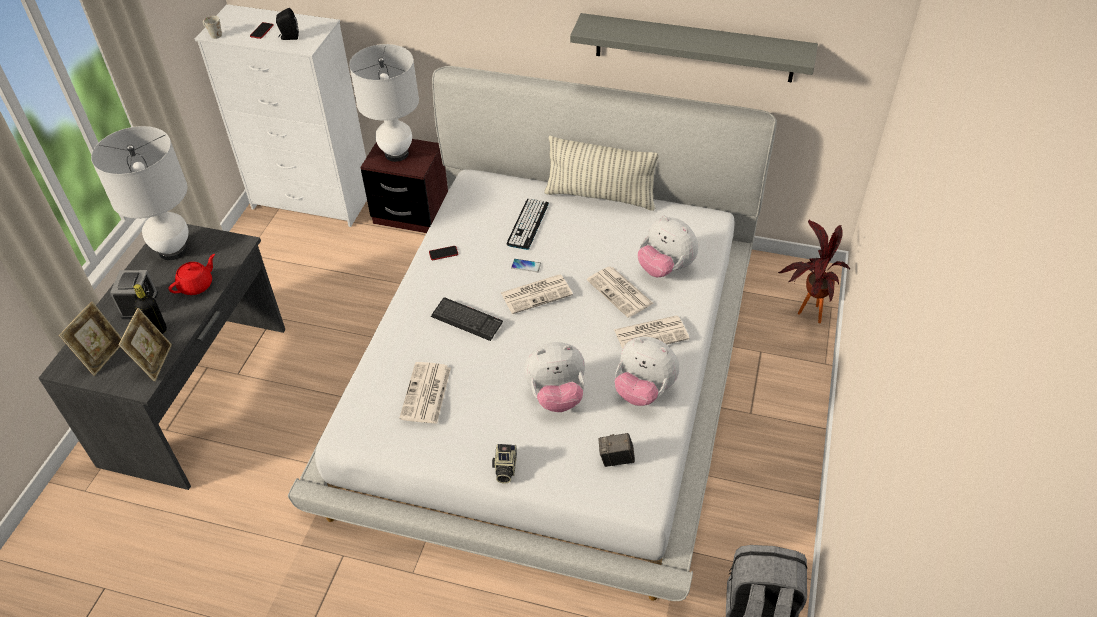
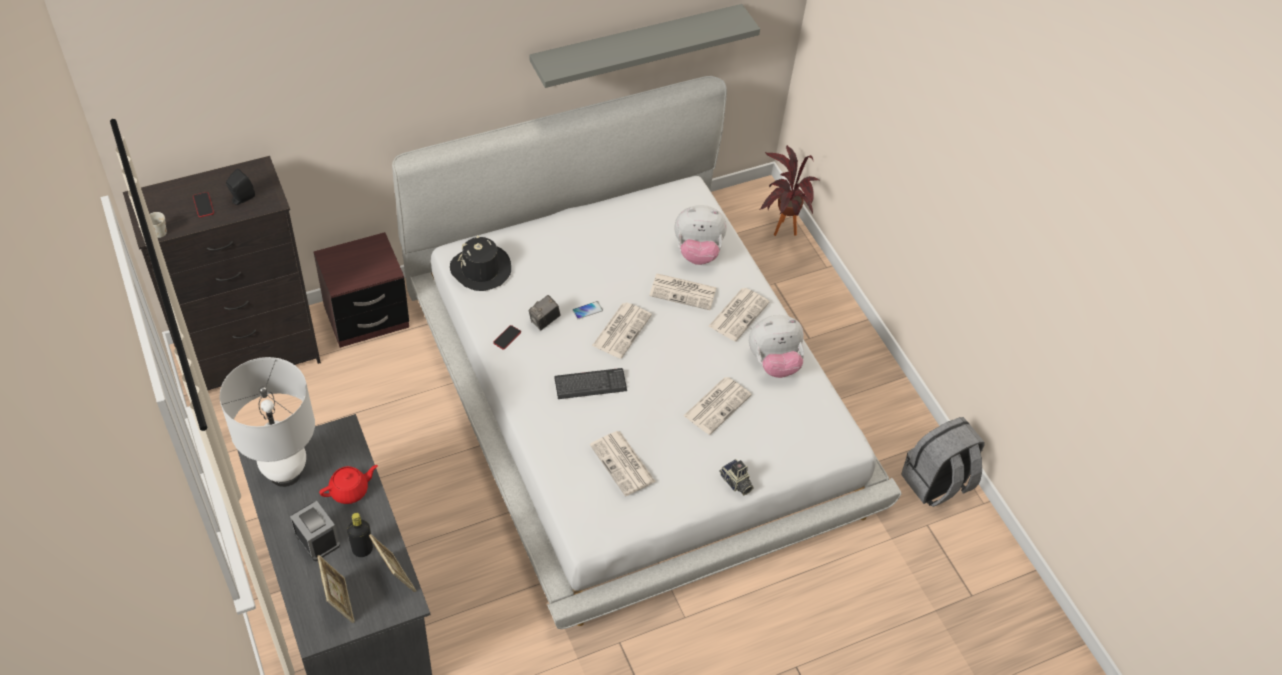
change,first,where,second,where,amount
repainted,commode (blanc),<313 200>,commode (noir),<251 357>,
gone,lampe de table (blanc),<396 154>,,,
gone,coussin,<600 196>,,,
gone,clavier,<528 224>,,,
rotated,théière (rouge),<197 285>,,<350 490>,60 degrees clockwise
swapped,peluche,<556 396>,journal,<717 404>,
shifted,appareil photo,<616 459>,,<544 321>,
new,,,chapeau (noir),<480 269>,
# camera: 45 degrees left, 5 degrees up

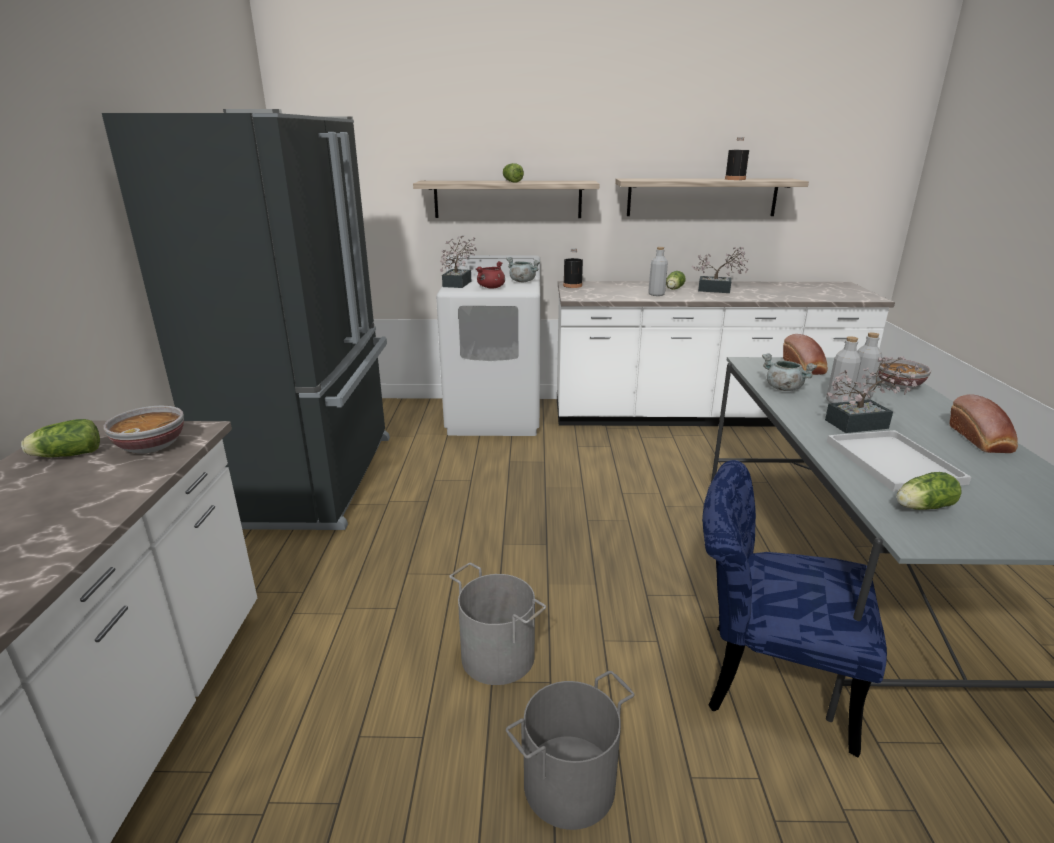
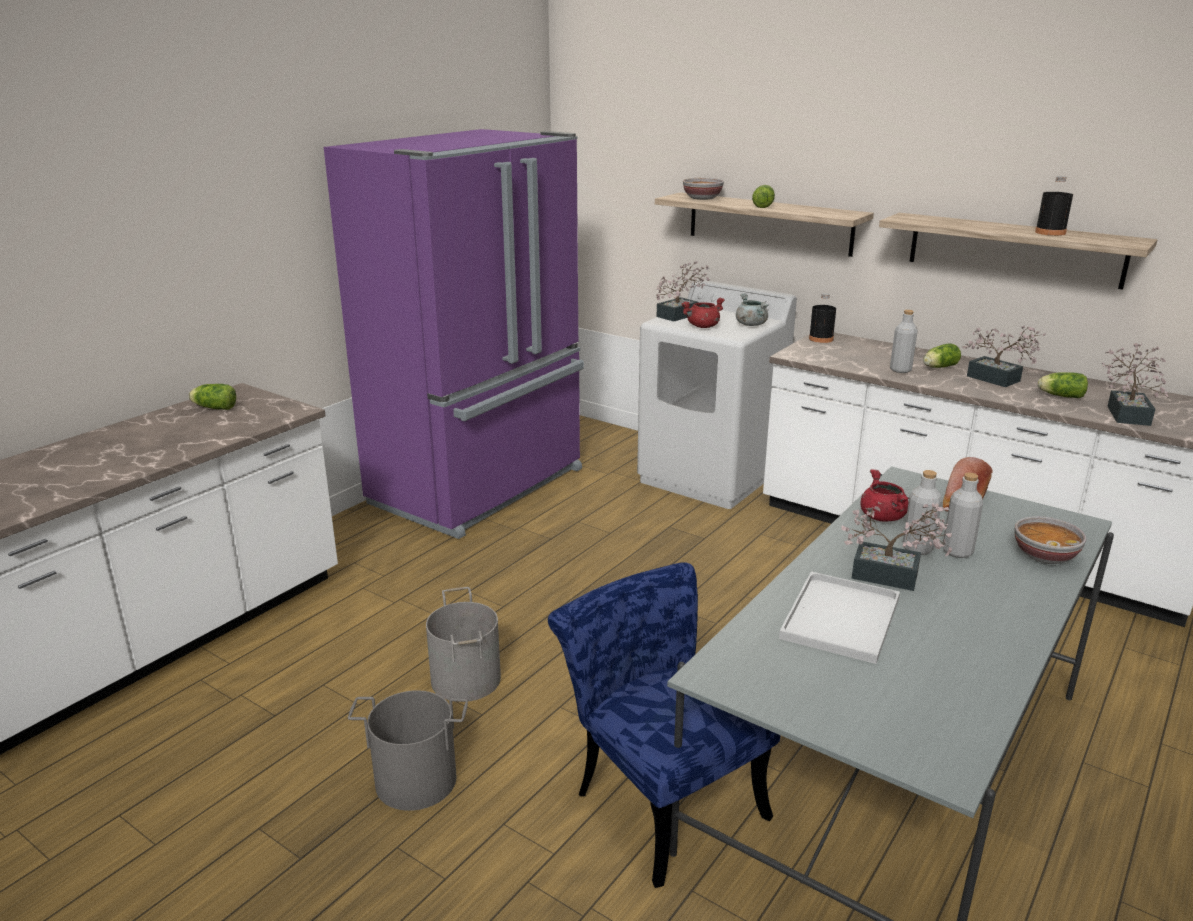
change,first,where,second,where,amount
repainted,réfrigérateur (noir),<314 478>,réfrigérateur (violet),<481 487>,
repainted,marmite (gris),<783 388>,marmite (rouge),<882 517>,
gone,pain,<981 440>,,,
shifted,bol,<151 445>,,<702 198>,
shifted,laitue,<921 507>,,<1059 395>,
new,,,plante en pot,<1128 413>,
# camera: 35 degrees right, 0 degrees up

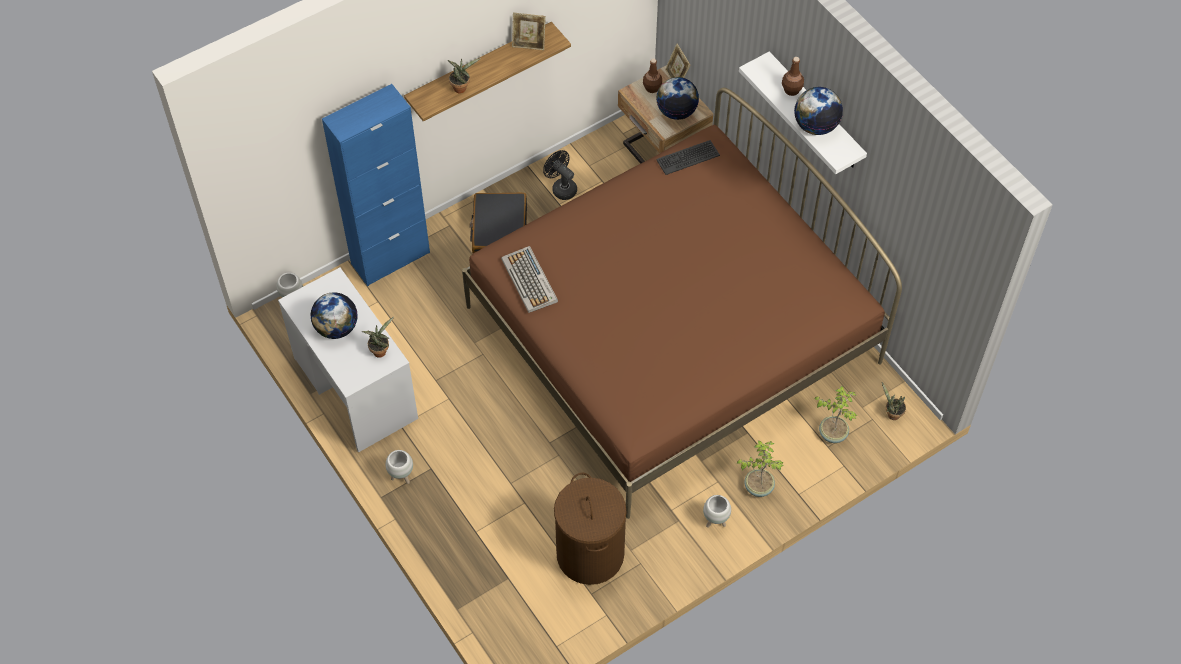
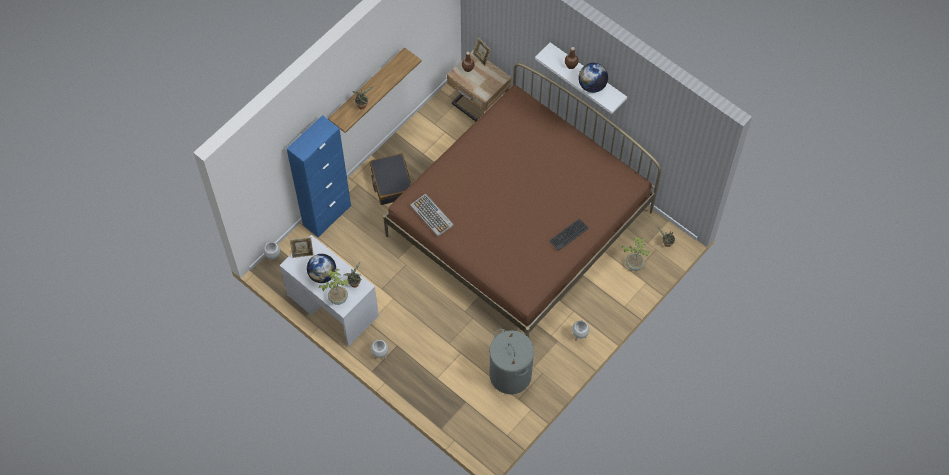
change,first,where,second,where,amount
shifted,cadre photo,<529 44>,,<302 253>,
gone,globe,<676 111>,,,
shifted,clavier,<687 157>,,<568 234>,
gone,ventilateur (noir),<561 188>,,,
shifted,plante en pot,<758 486>,,<338 297>,
repainted,panier à linge (marron),<589 554>,panier à linge (gris),<510 375>,
# camera: 15 degrees left, 5 degrees up

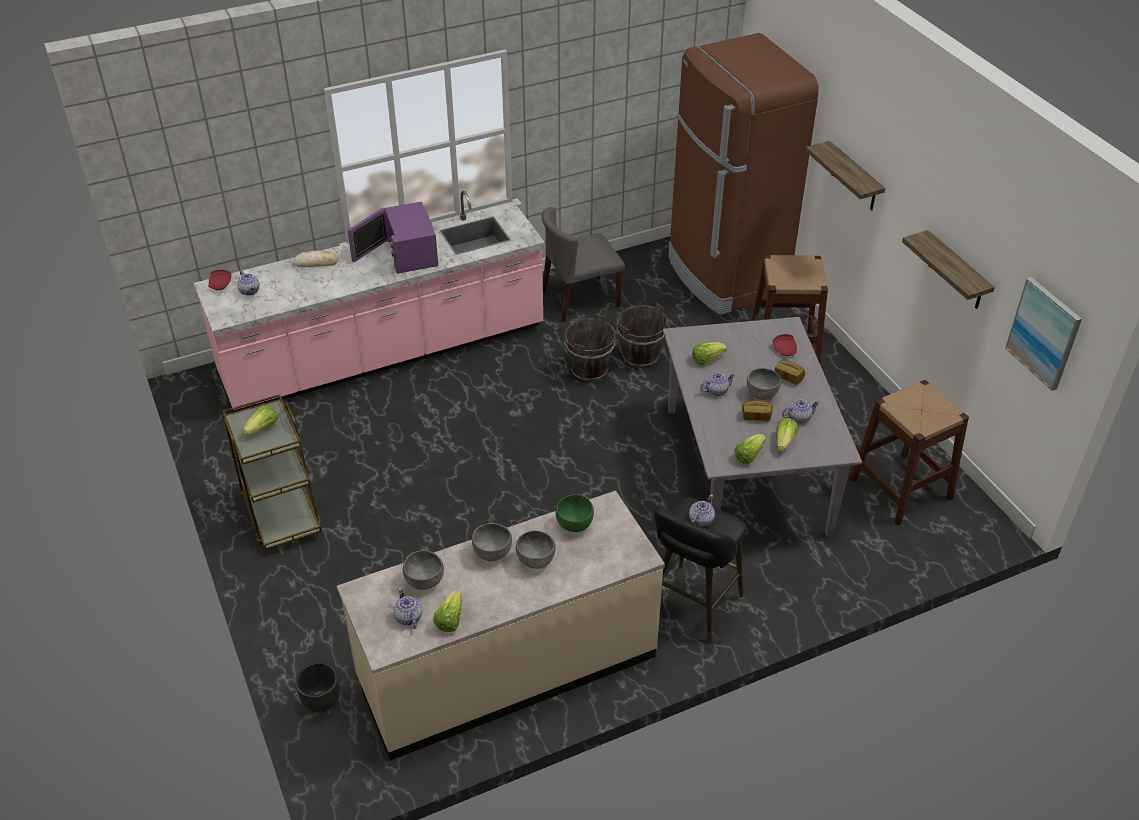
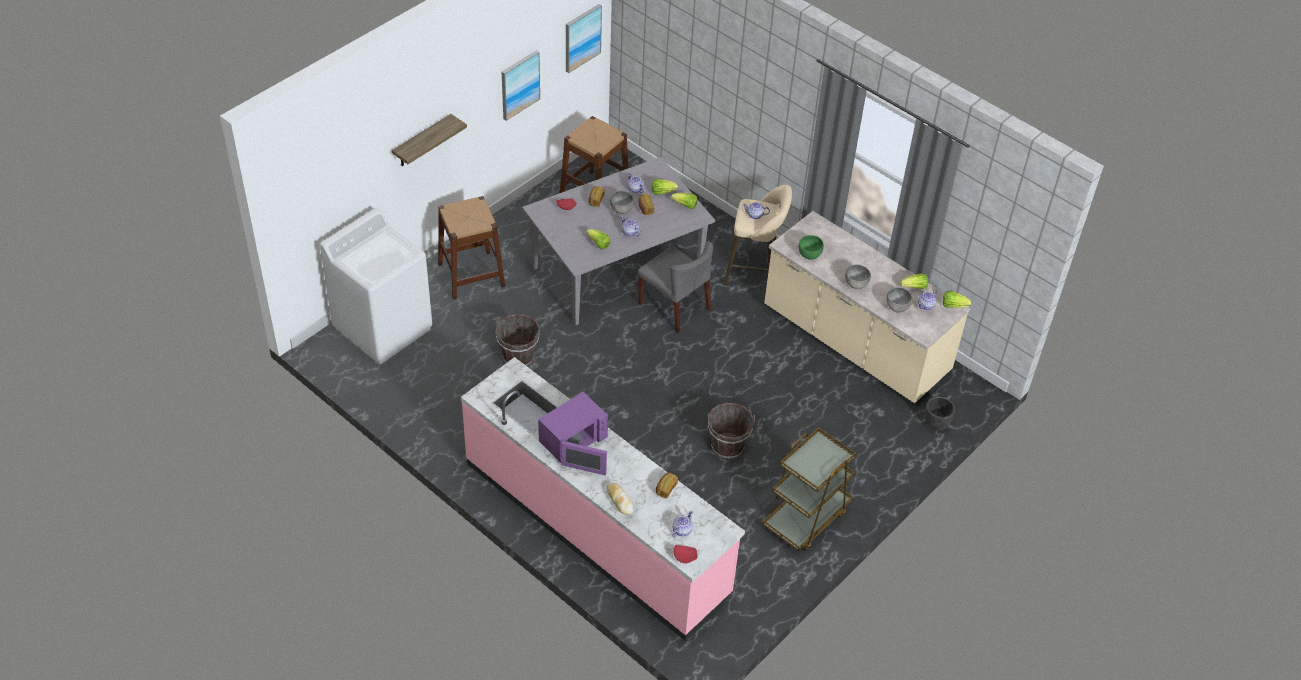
change,first,where,second,where,amount
swapped,réfrigérateur (marron),<725 277>,lave-linge (blanc),<383 328>,
shifted,chaise (gris),<580 299>,,<675 306>,
swapped,étagère,<956 272>,tableau,<519 84>,
shifted,seau (marron),<589 370>,,<727 446>,
shifted,laitue,<263 428>,,<953 305>,
repainted,tabouret (noir),<691 607>,tabouret (beige),<754 272>,
gone,bol (gris),<536 561>,,,
new,,,pain,<665 489>,
# camera: 115 degrees left, 5 degrees up

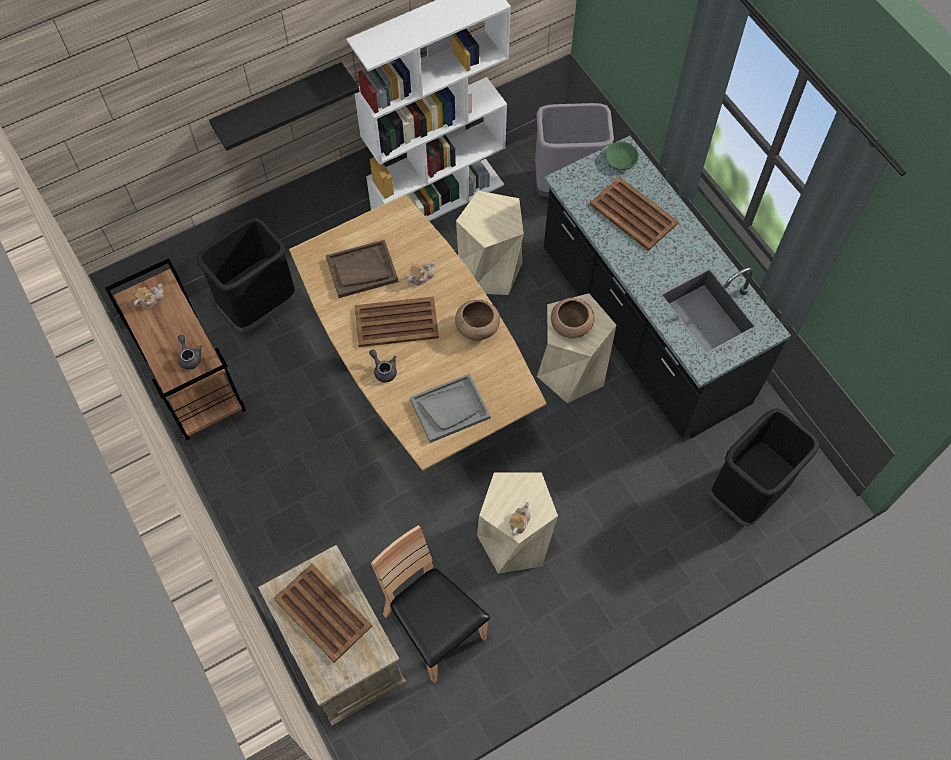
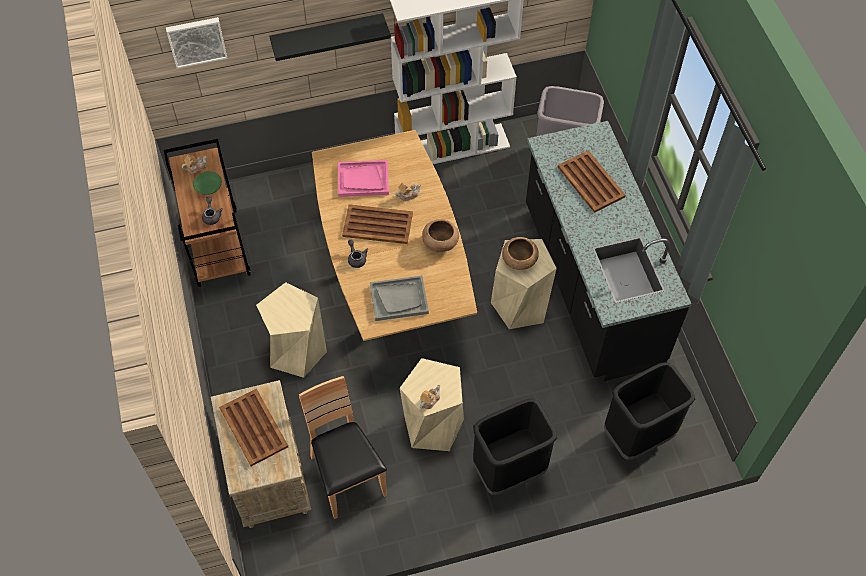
change,first,where,second,where,amount
shifted,bol (vert),<620 160>,,<207 186>,
shifted,tabouret (beige),<490 270>,,<296 351>,
shifted,poubelle (noir),<259 308>,,<509 470>,
repainted,plateau (marron),<362 270>,plateau (rose),<363 179>,
new,,,tableau,<196 41>,
# camera: 15 degrees right, 5 degrees down

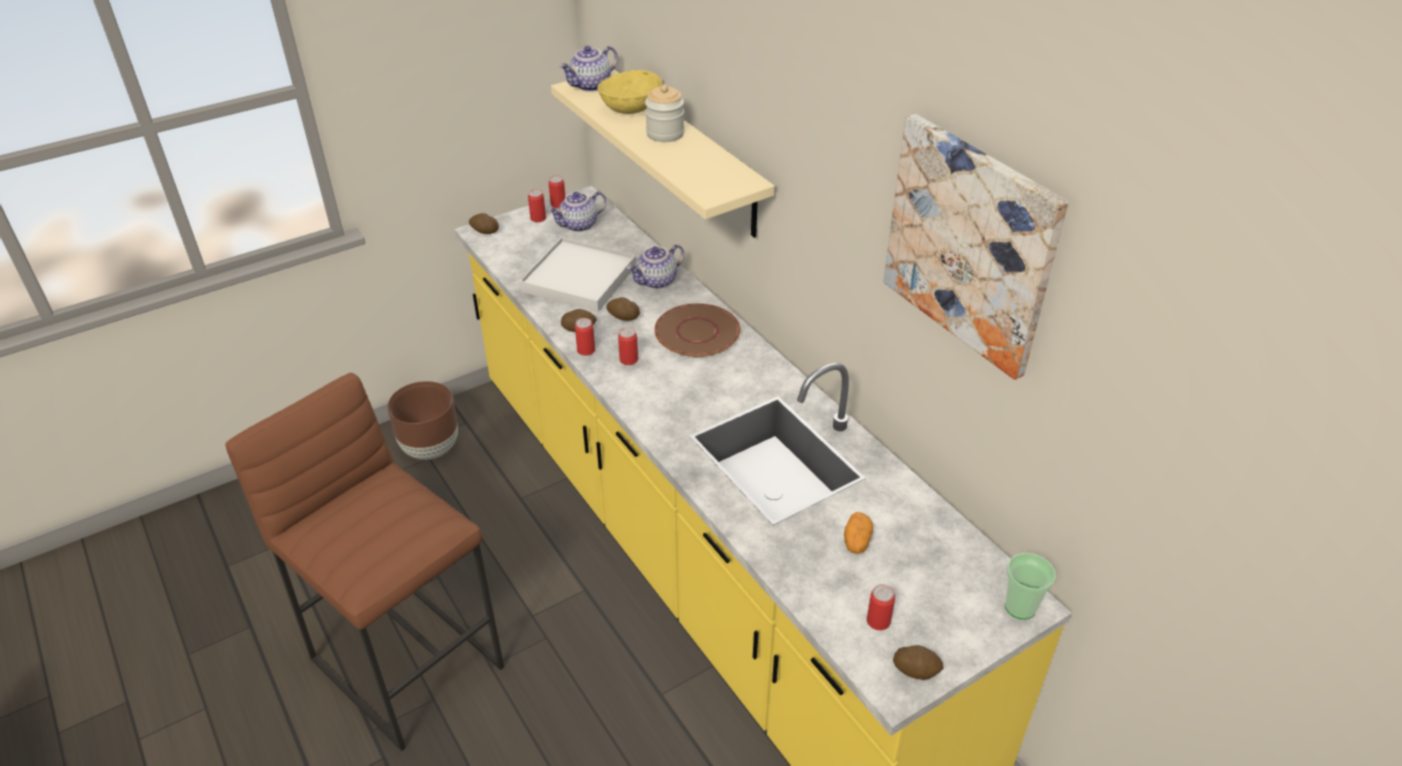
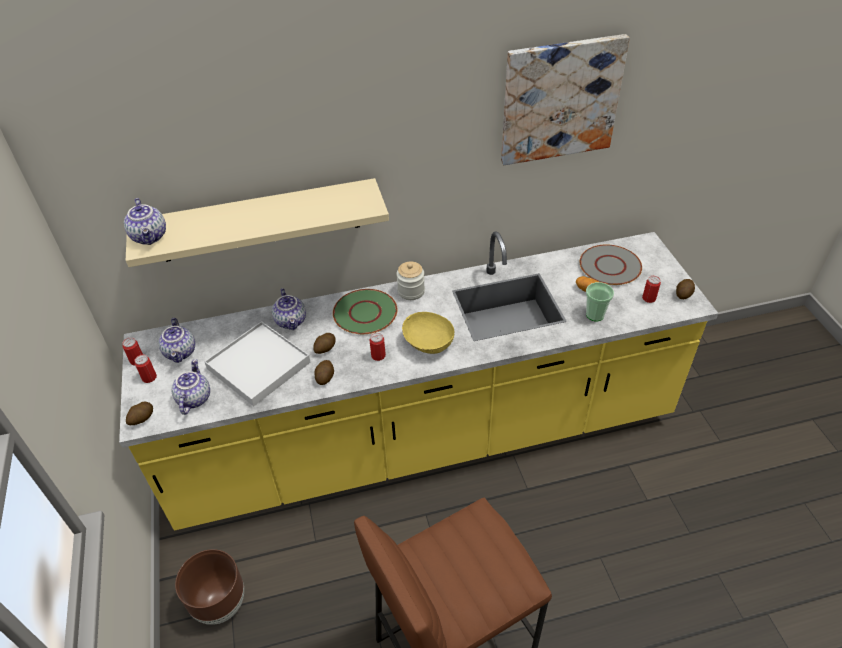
change,first,where,second,where,amount
shifted,bol (jaune),<631 108>,,<427 344>,
shifted,bocal,<665 134>,,<411 291>,
repainted,assiette (marron),<696 332>,assiette (vert),<365 313>,
gone,boîte métallique,<586 350>,,,
shifted,tasse,<1020 607>,,<595 315>,
new,,,assiette (gris),<610 266>,
new,,,théière,<193 398>,
# camera: 70 degrees left, 5 degrees up

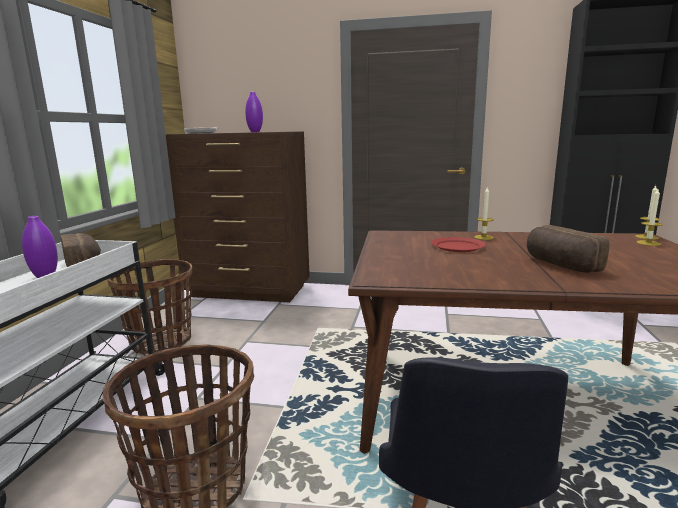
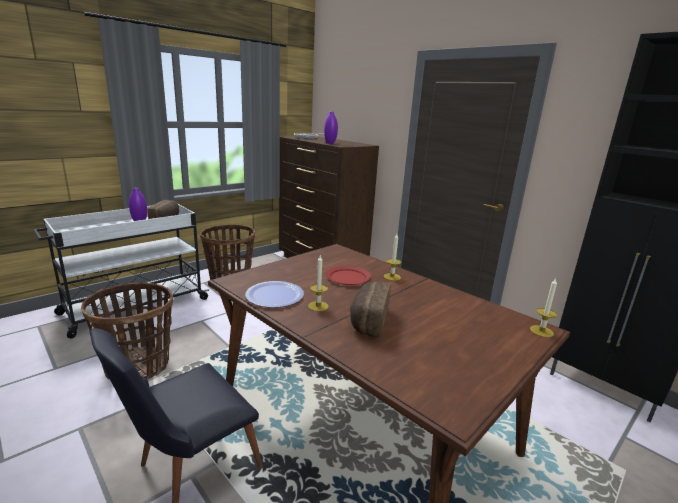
change,first,where,second,where,amount
shifted,bougie,<648 243>,,<318 306>,
new,,,assiette,<274 295>,
# camera: 35 degrees right, 5 degrees up

